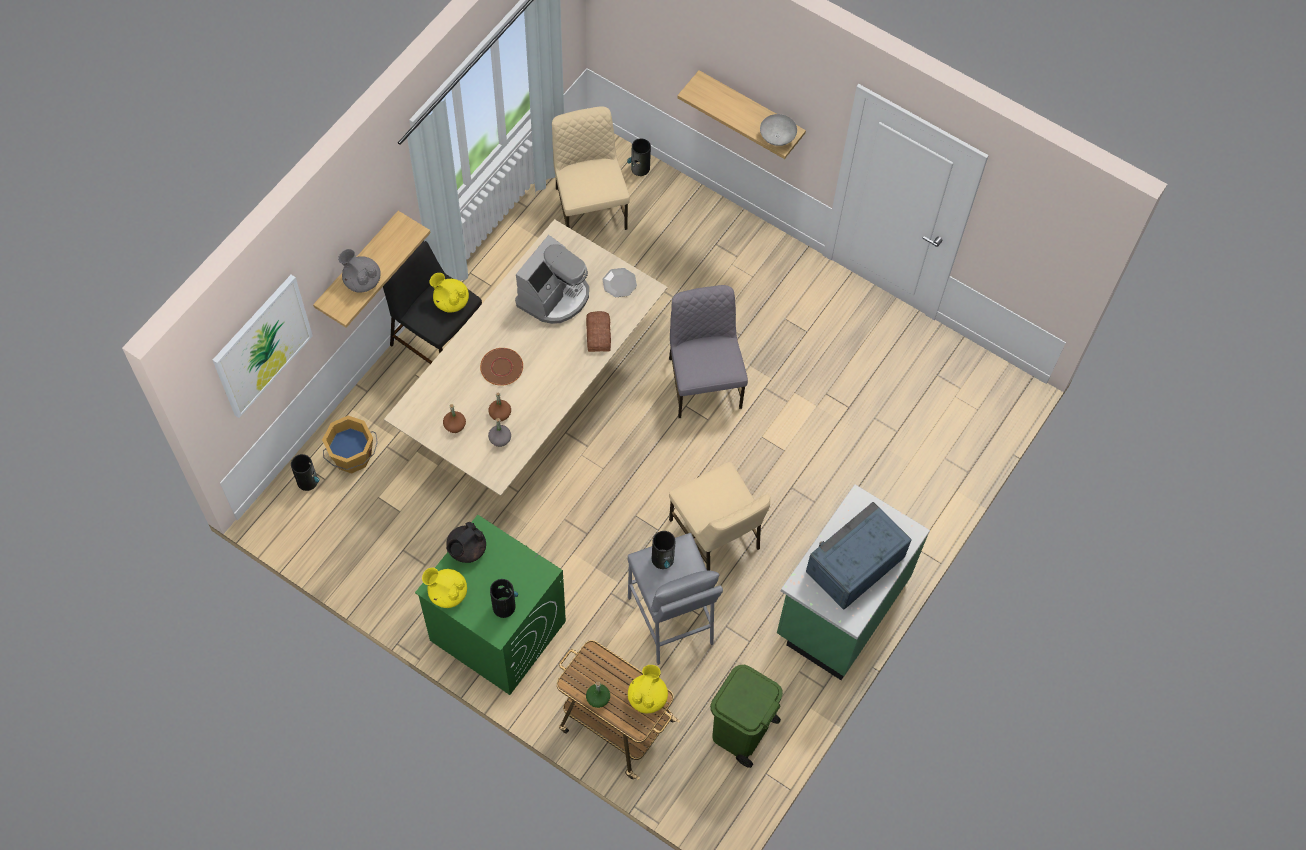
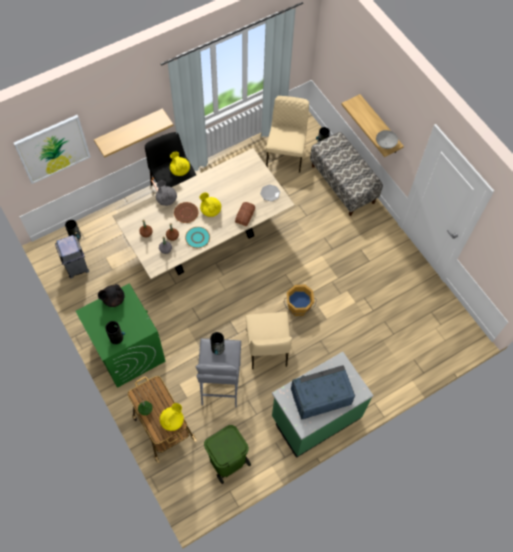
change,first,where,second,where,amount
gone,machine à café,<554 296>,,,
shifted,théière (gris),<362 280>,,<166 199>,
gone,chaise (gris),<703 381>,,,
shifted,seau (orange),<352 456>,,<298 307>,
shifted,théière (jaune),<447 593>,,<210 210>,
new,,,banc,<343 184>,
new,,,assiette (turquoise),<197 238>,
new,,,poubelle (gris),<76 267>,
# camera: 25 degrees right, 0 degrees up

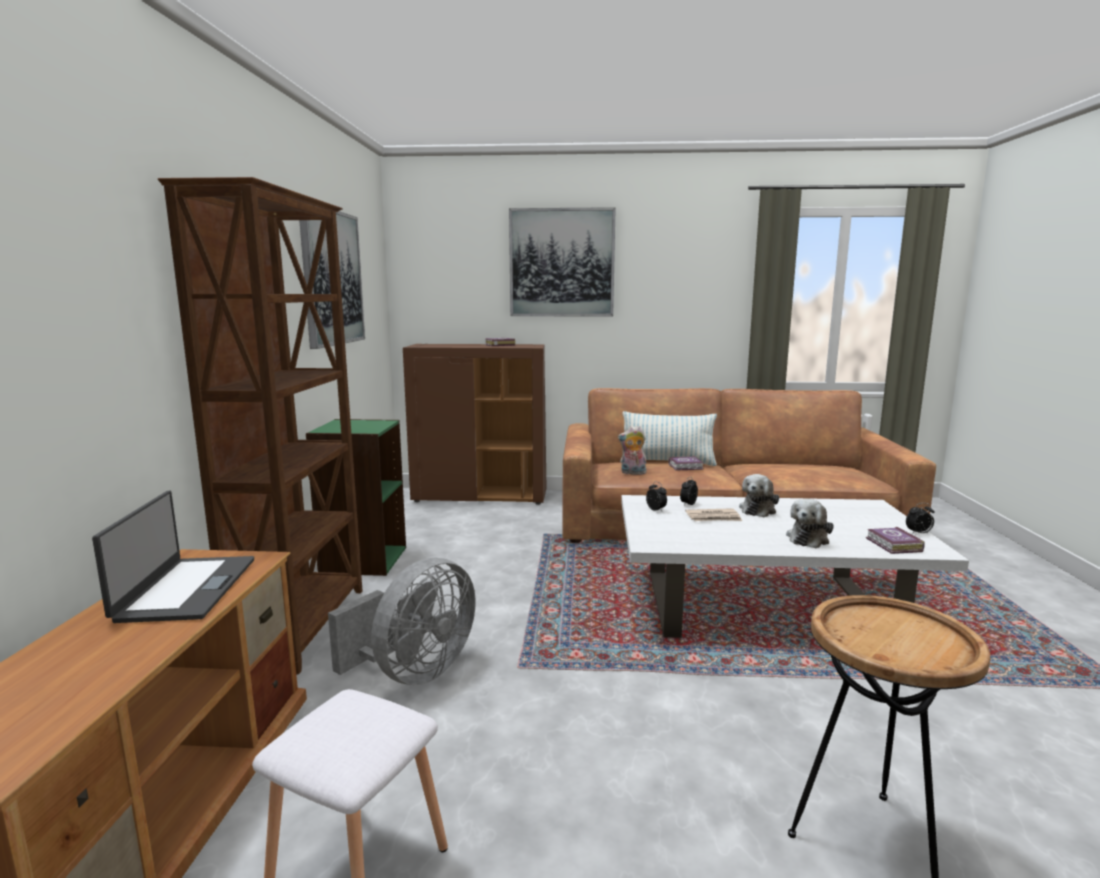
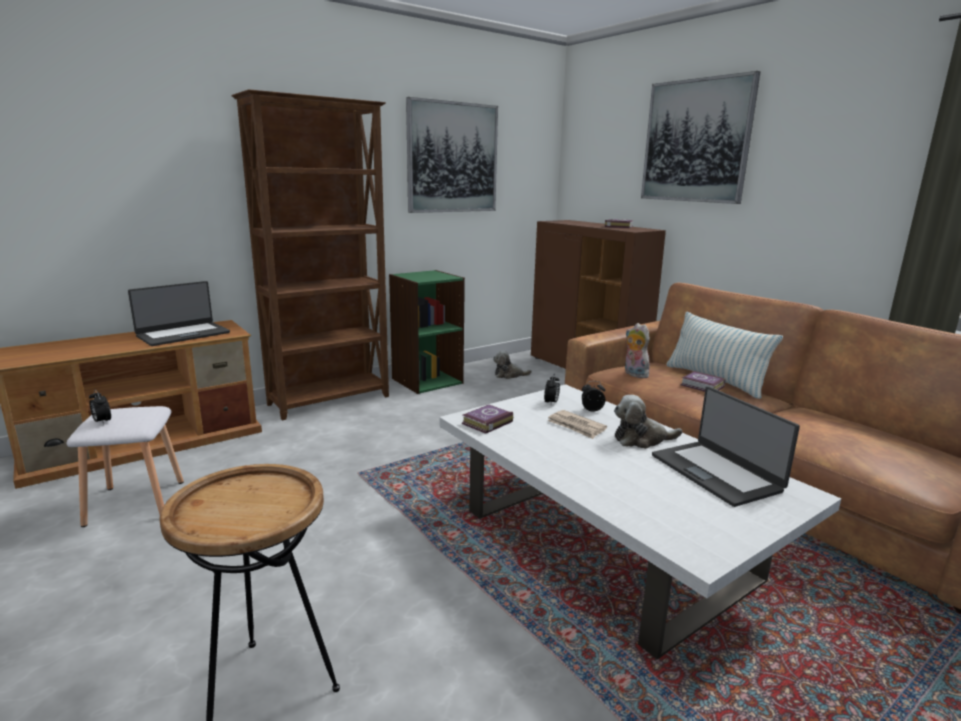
change,first,where,second,where,amount
shifted,peluche,<808 538>,,<509 375>,
shifted,réveil,<918 533>,,<102 422>,
shifted,livre,<893 545>,,<486 422>,
gone,ventilateur (gris),<414 672>,,,
new,,,ordinateur portable,<716 472>,
# camera: 50 degrees right, 5 degrees up

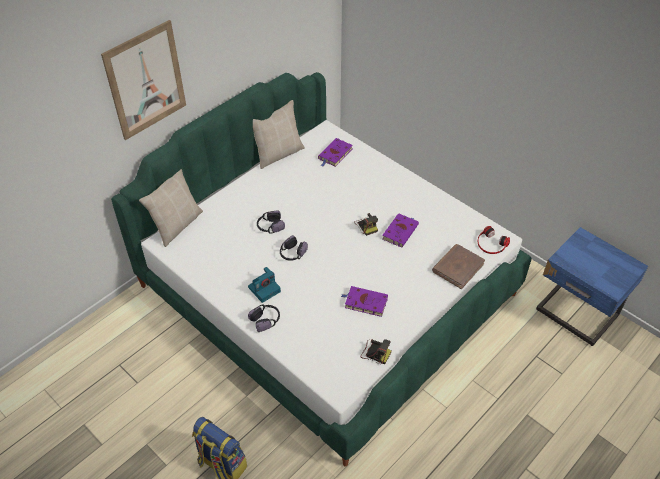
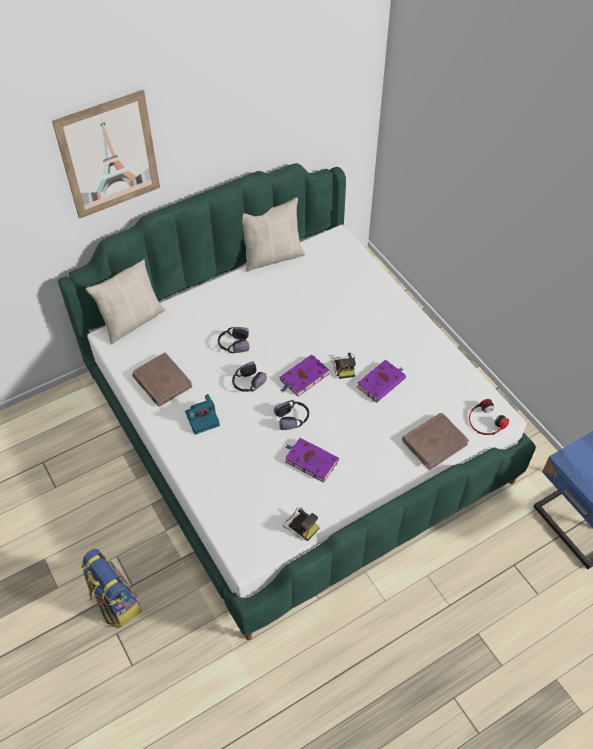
change,first,where,second,where,amount
shifted,livre (violet),<335 155>,,<303 378>,
shifted,casque audio,<265 320>,,<292 418>,
new,,,livre (marron),<162 381>,
# camera: 15 degrees right, 5 degrees up

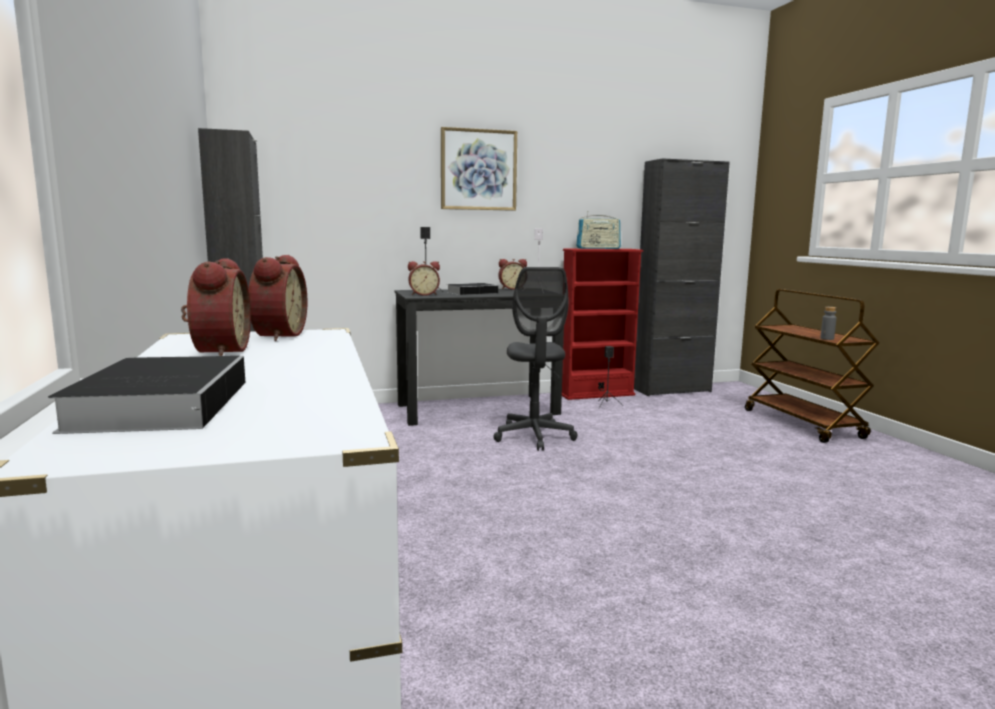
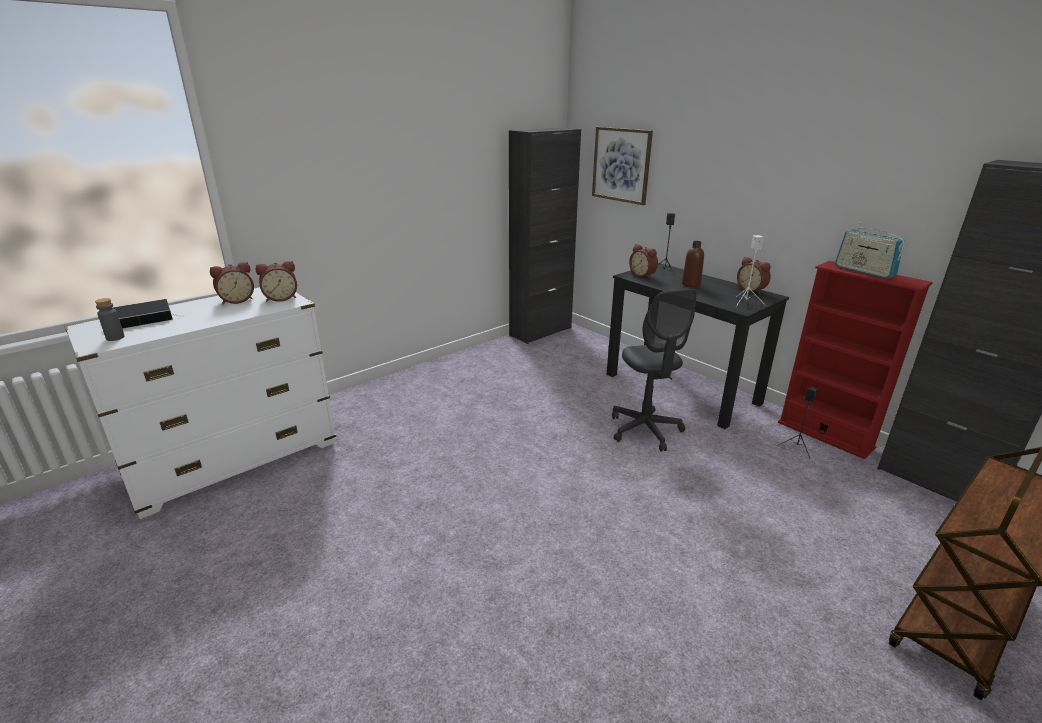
change,first,where,second,where,amount
shifted,tableau,<478 170>,,<621 165>,
rotated,chaise de bureau (gris),<534 437>,,<645 430>,75 degrees counterclockwise
swapped,livre,<473 292>,bouteille (marron),<691 284>,
shifted,bouteille (gris),<827 338>,,<115 338>,
# camera: 65 degrees right, 15 degrees up

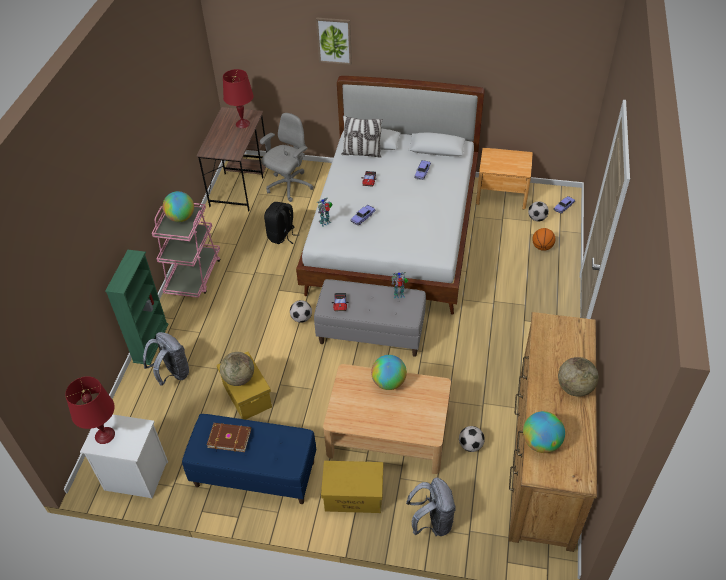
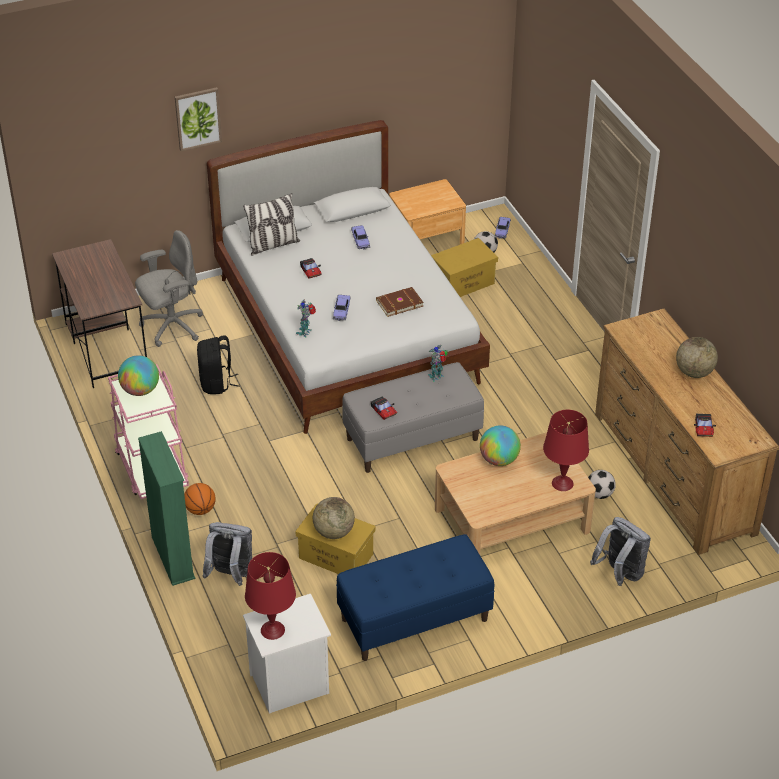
change,first,where,second,where,amount
shifted,lampe de table (rouge),<242 124>,,<562 483>,
rotated,chaise de bureau (gris),<289 186>,,<171 326>,60 degrees clockwise
shifted,ballon de basket,<542 247>,,<200 510>,
gone,ballon de foot,<301 318>,,,
swapped,globe,<541 443>,petite voiture,<703 428>,
shifted,livre (marron),<229 437>,,<399 303>,
shifted,boîte de rangement (jaune),<353 496>,,<463 283>,
# camera: 35 degrees left, 5 degrees down

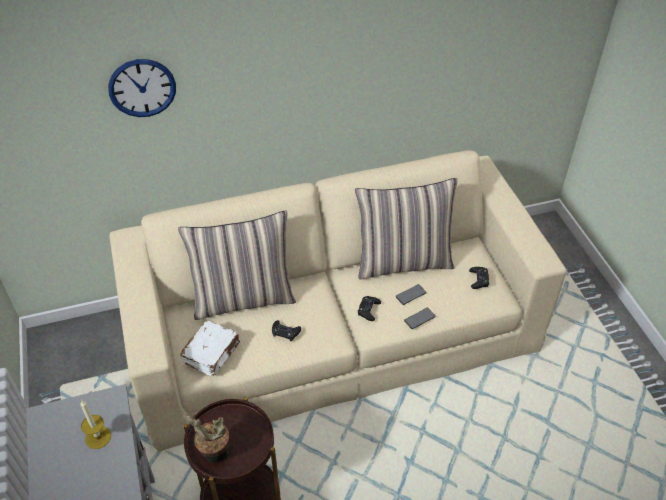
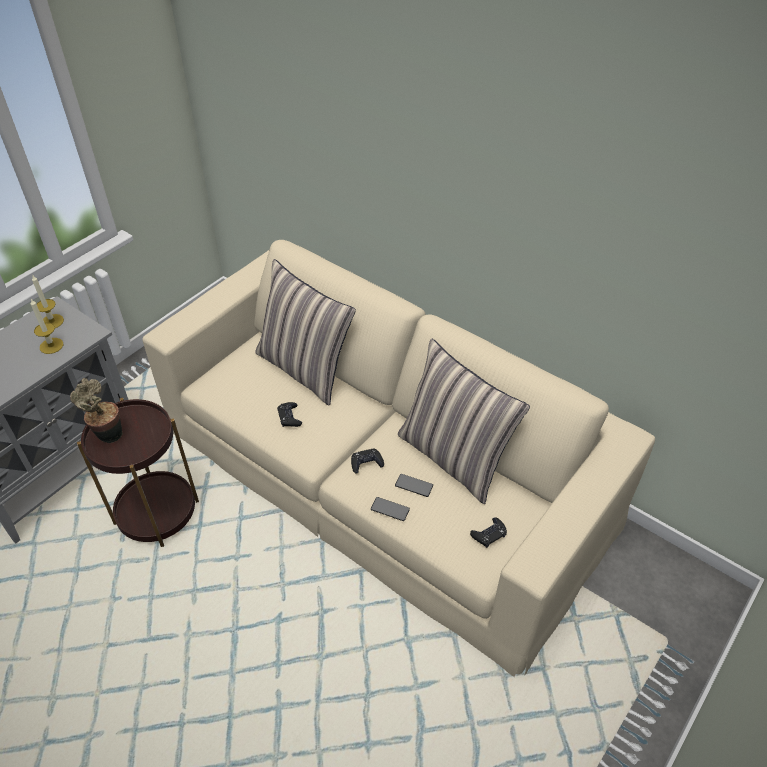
change,first,where,second,where,amount
gone,horloge murale,<142 88>,,,
gone,livre (blanc),<212 353>,,,
new,,,bougie,<52 321>,
# camera: 55 degrees right, 0 degrees up

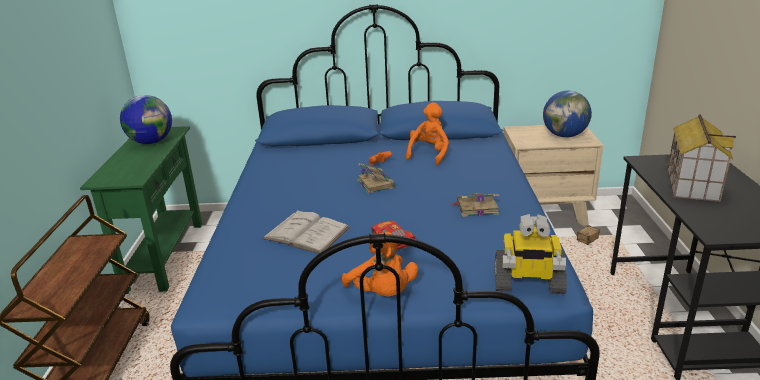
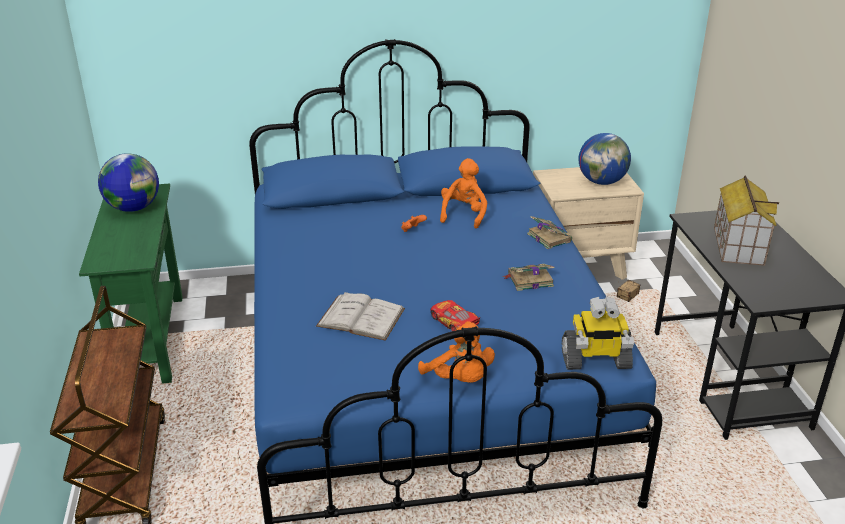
change,first,where,second,where,amount
shifted,livre,<375 183>,,<548 237>,
# camera: 10 degrees left, 5 degrees up

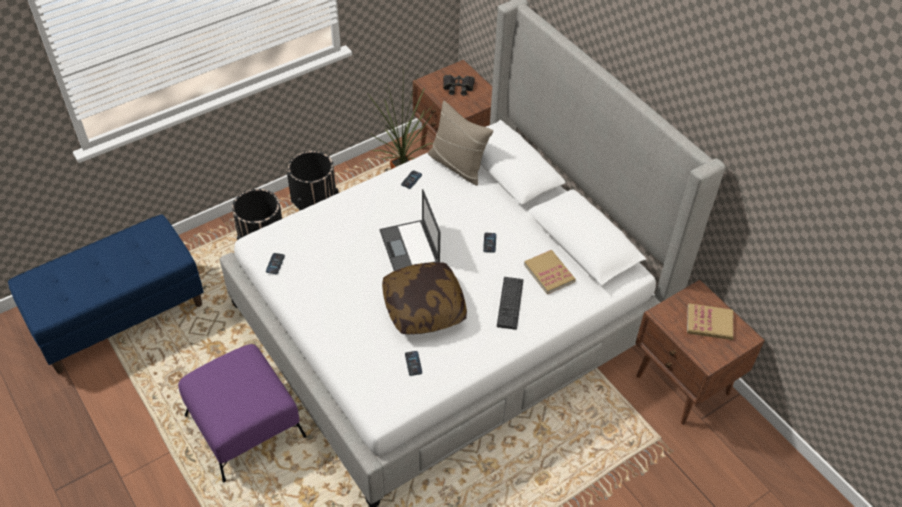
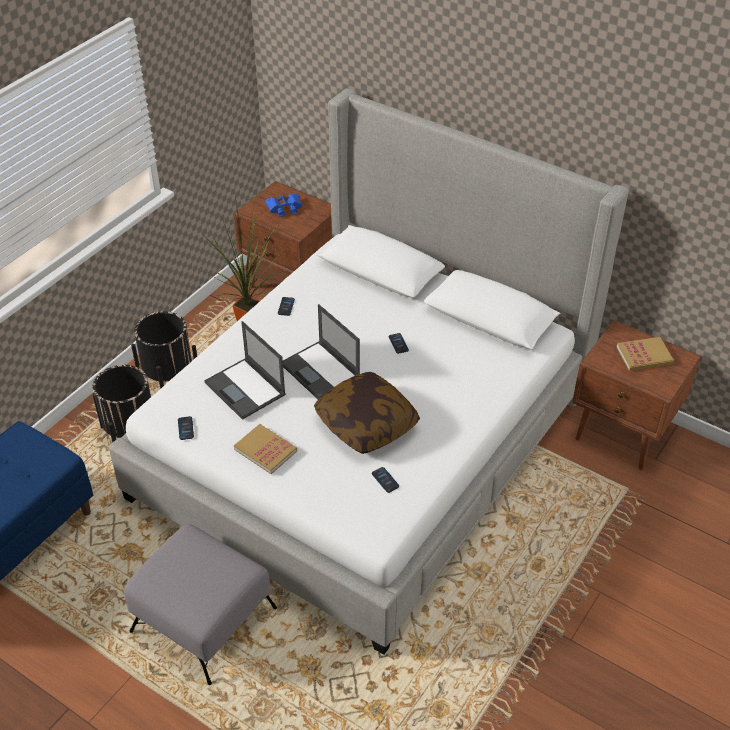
change,first,where,second,where,amount
repainted,jumelles (noir),<458 87>,jumelles (bleu),<284 208>,
gone,coussin (beige),<458 165>,,,
shifted,livre,<549 273>,,<265 450>,
gone,clavier,<510 303>,,,
repainted,pouf (violet),<245 427>,pouf (gris),<204 620>,
new,,,ordinateur portable,<246 389>,
# camera: 20 degrees left, 5 degrees down

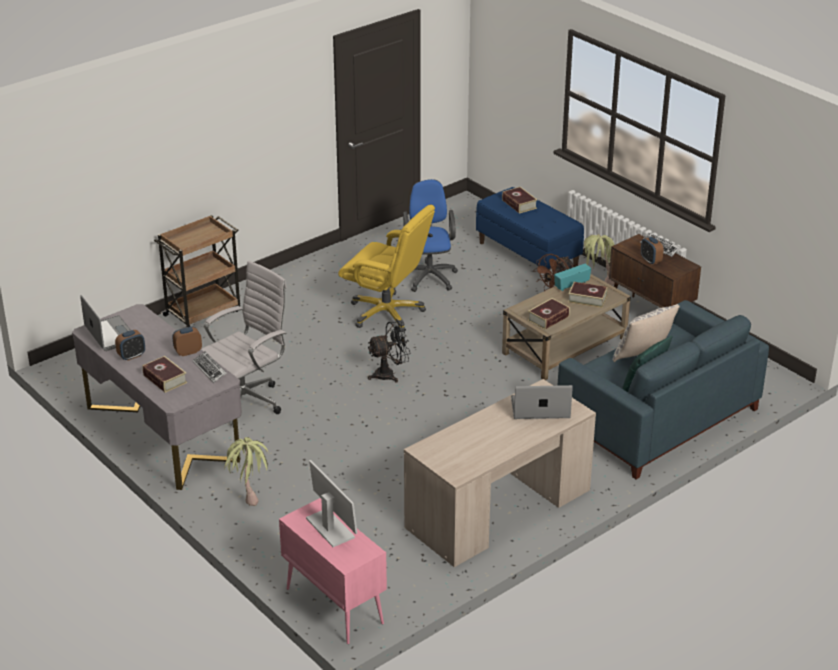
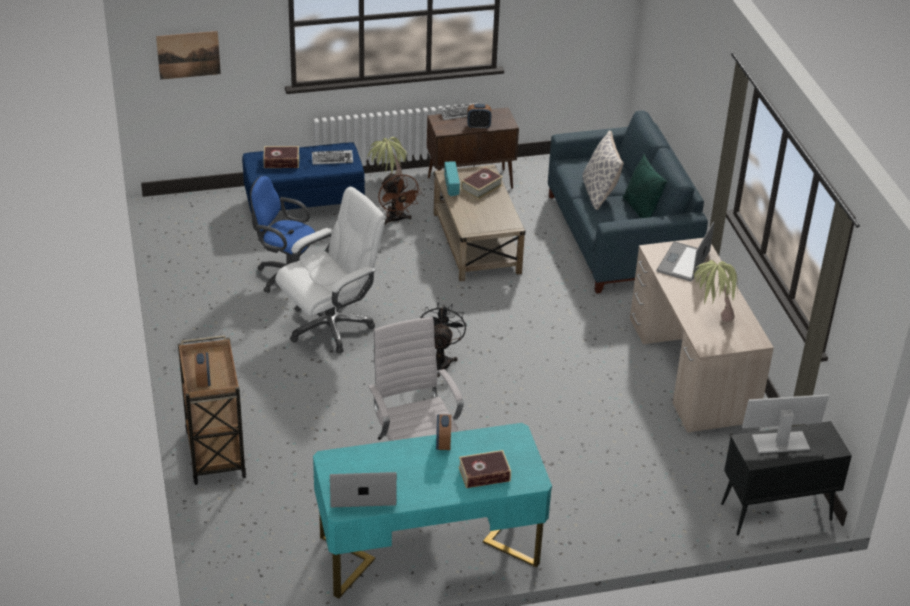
change,first,where,second,where,amount
repainted,chaise de bureau (jaune),<387 313>,chaise de bureau (blanc),<331 325>,
gone,livre,<548 318>,,,
repainted,bureau (gris),<162 433>,bureau (turquoise),<429 550>,
shifted,réveil,<131 356>,,<203 381>,
shifted,clavier,<210 369>,,<332 159>,
shifted,plante en pot,<249 494>,,<710 317>,
repainted,meuble de rangement (rose),<333 605>,meuble de rangement (noir),<775 512>,
new,,,tableau,<188 55>,
# camera: 65 degrees left, 5 degrees up

